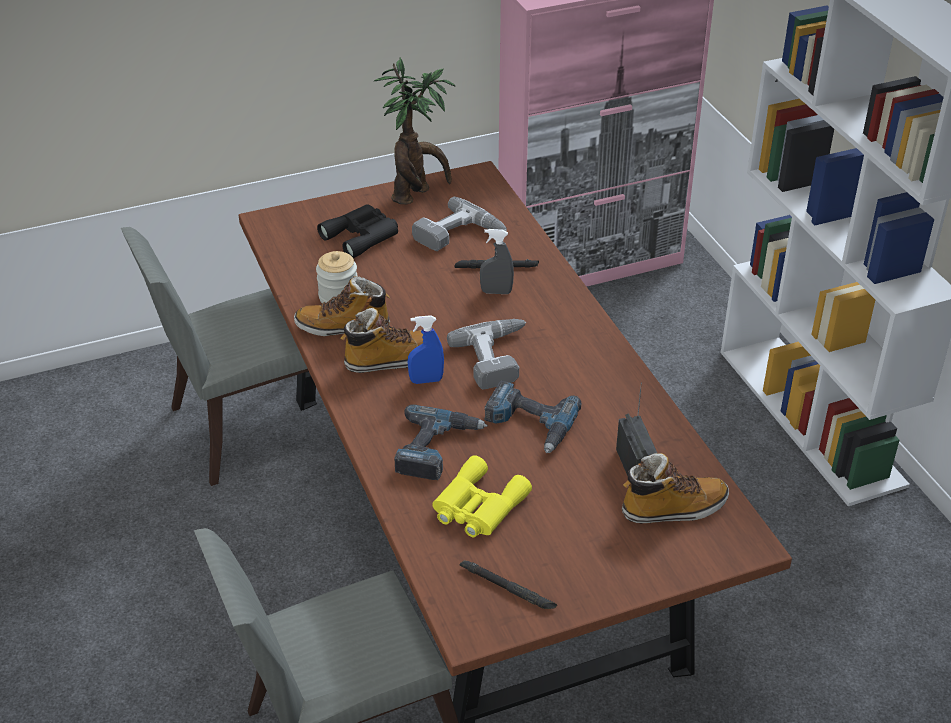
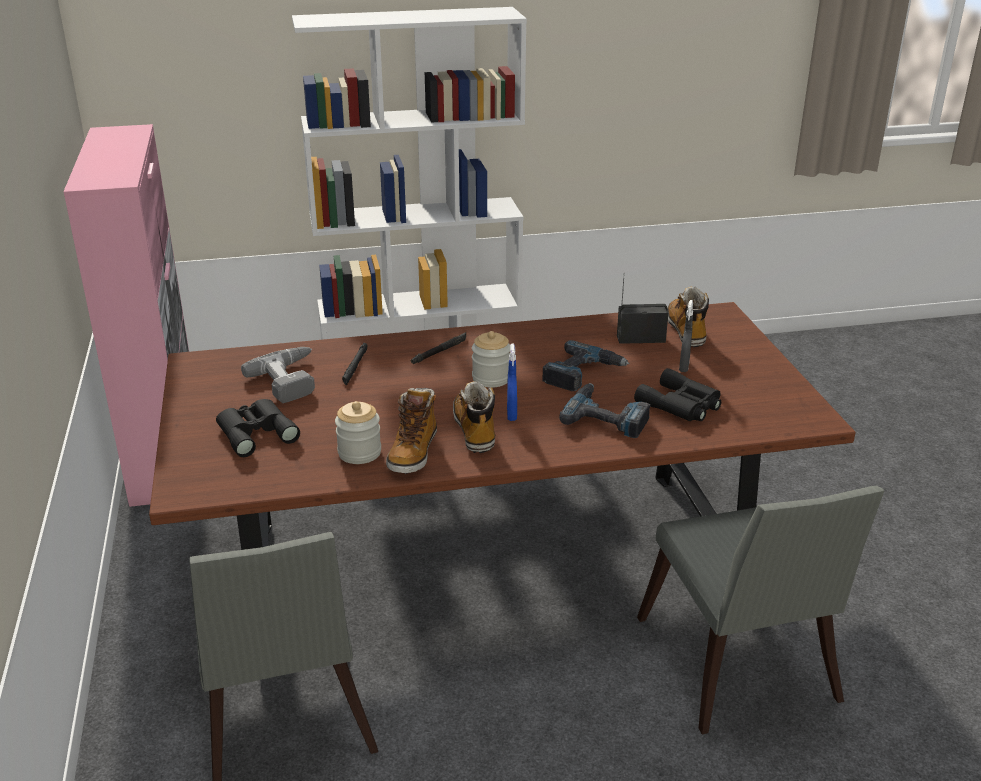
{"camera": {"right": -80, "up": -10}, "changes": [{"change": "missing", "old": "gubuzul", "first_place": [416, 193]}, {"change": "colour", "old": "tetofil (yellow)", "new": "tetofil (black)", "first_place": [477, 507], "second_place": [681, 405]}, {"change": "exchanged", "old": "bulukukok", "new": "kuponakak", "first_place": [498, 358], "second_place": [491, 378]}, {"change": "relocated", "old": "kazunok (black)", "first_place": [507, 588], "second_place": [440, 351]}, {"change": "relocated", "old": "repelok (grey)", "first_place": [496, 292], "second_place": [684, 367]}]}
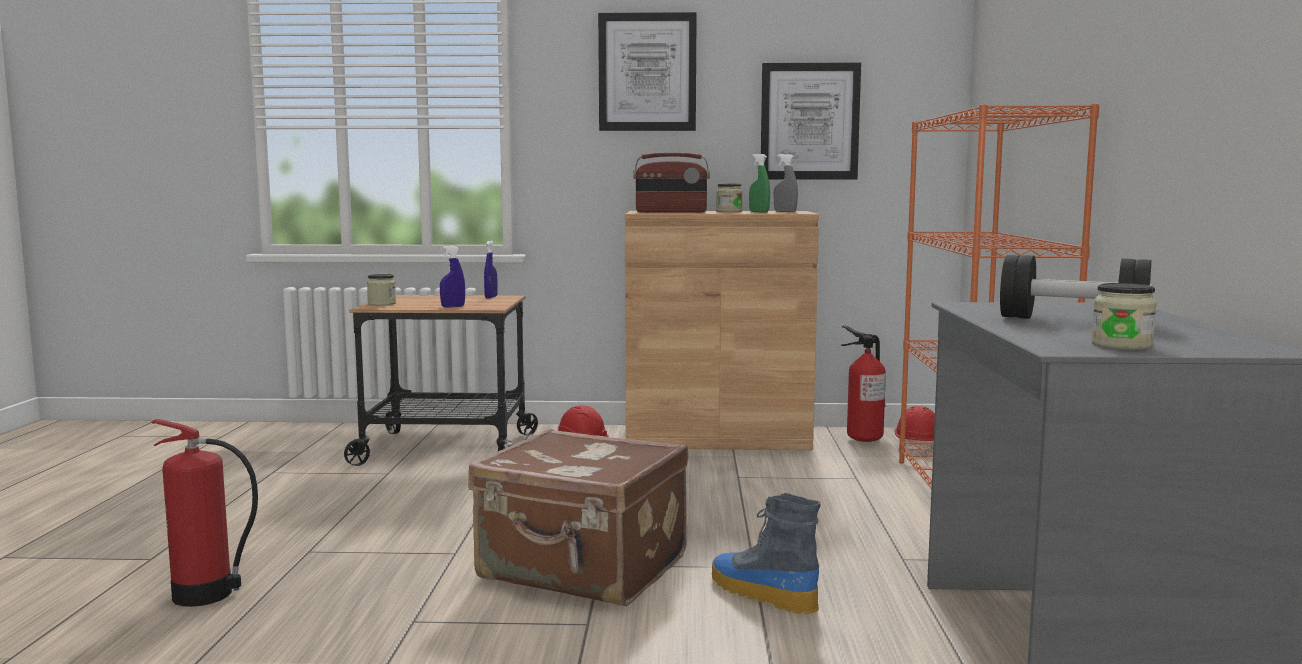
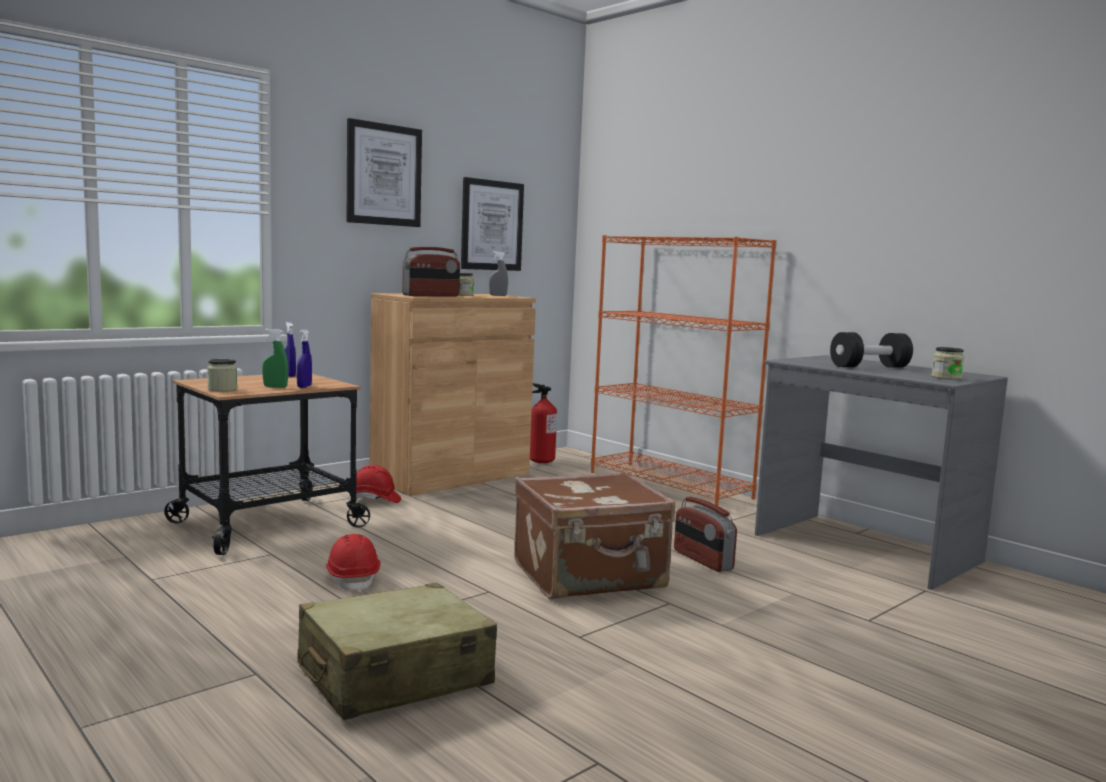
{"camera": {"right": -45, "up": 0}, "changes": [{"change": "exchanged", "old": "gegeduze", "new": "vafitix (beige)", "first_place": [207, 595], "second_place": [394, 676]}, {"change": "exchanged", "old": "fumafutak", "new": "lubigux", "first_place": [761, 593], "second_place": [702, 560]}, {"change": "relocated", "old": "repelok (green)", "first_place": [759, 212], "second_place": [275, 387]}, {"change": "relocated", "old": "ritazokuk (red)", "first_place": [918, 445], "second_place": [353, 579]}]}
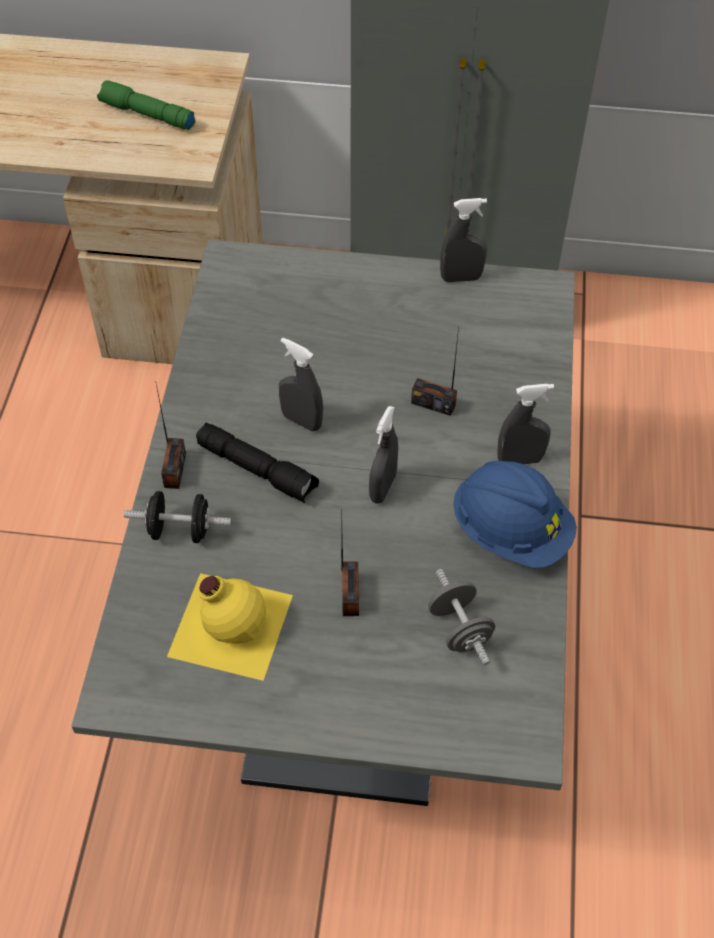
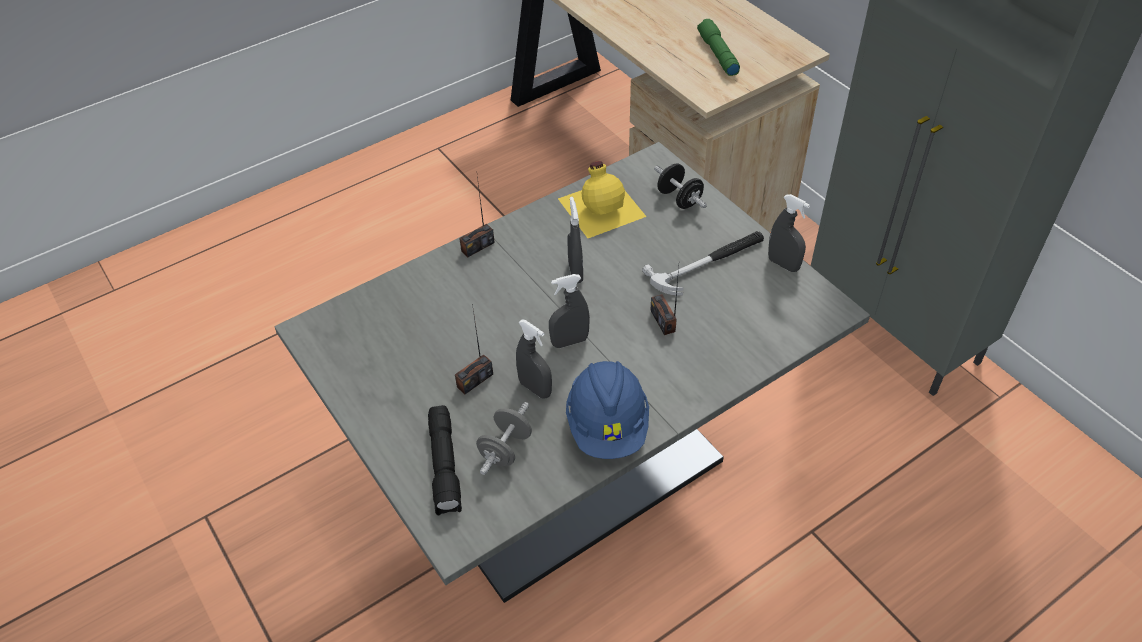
{"camera": {"right": 50, "up": -5}, "changes": [{"change": "relocated", "old": "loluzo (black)", "first_place": [180, 530], "second_place": [679, 199]}, {"change": "relocated", "old": "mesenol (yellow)", "first_place": [229, 623], "second_place": [602, 206]}, {"change": "relocated", "old": "kazunok (black)", "first_place": [258, 469], "second_place": [446, 466]}, {"change": "relocated", "old": "repelok (grey)", "first_place": [520, 460], "second_place": [535, 388]}, {"change": "appeared", "new": "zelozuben", "second_place": [708, 263]}]}
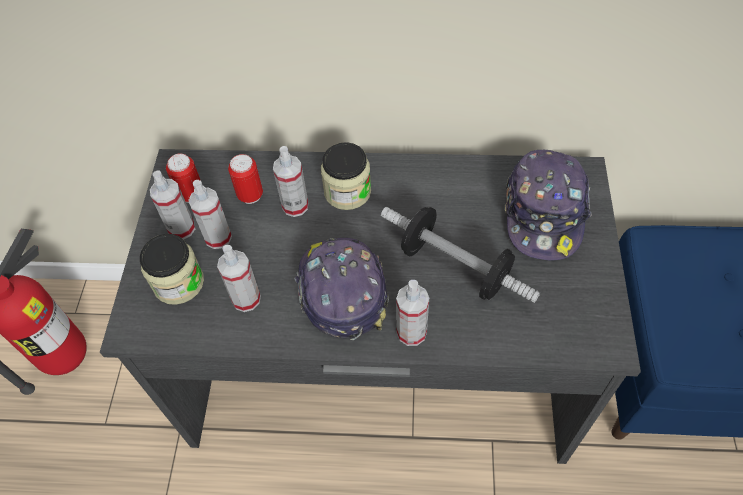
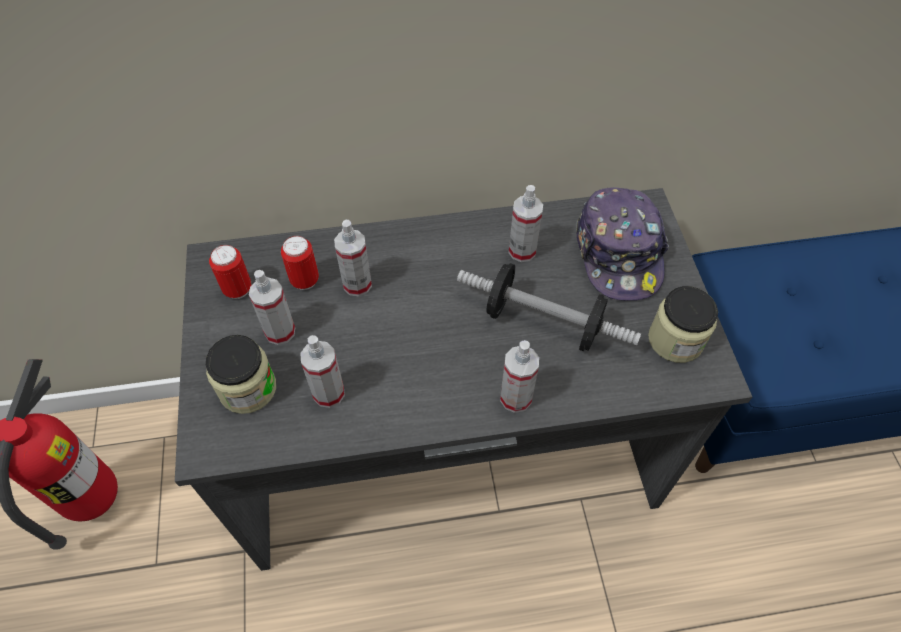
{"camera": {"right": -15, "up": 0}, "changes": [{"change": "relocated", "old": "repelok", "first_place": [182, 228], "second_place": [522, 251]}, {"change": "missing", "old": "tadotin", "first_place": [341, 290]}, {"change": "relocated", "old": "kuponakak", "first_place": [347, 192], "second_place": [675, 340]}]}
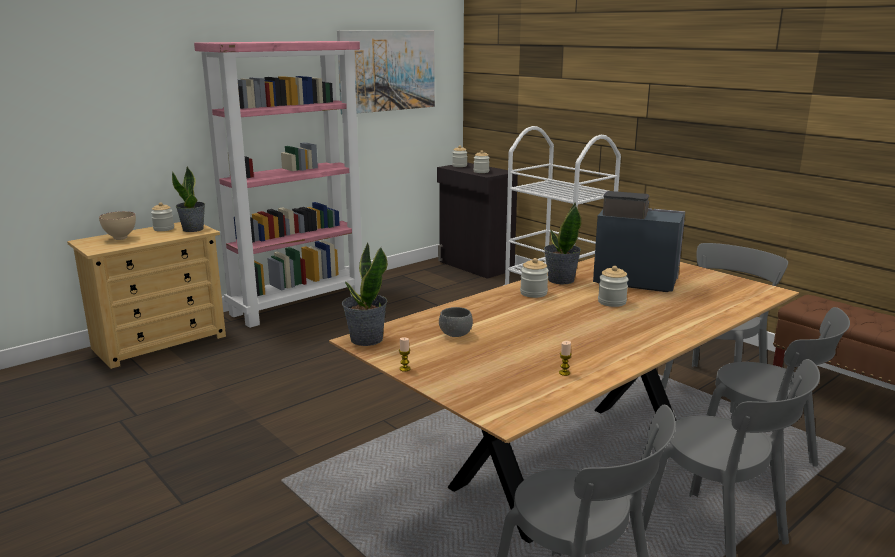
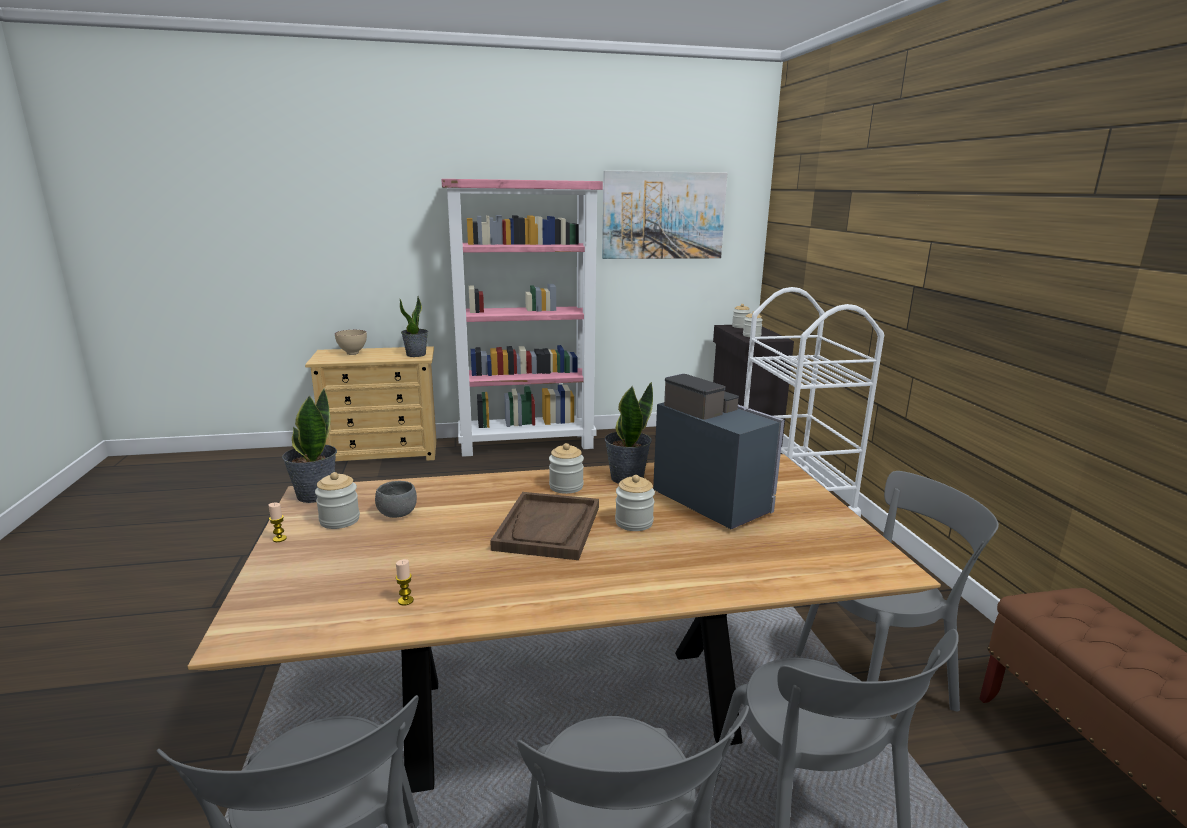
{"camera": {"right": 30, "up": 0}, "changes": [{"change": "relocated", "old": "kuponakak", "first_place": [164, 229], "second_place": [339, 520]}, {"change": "appeared", "new": "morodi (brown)", "second_place": [548, 528]}]}
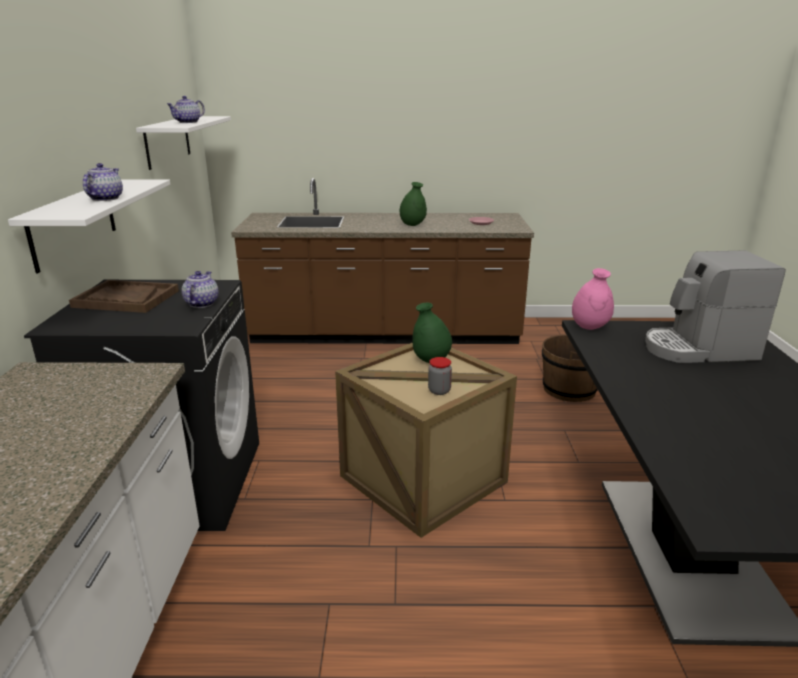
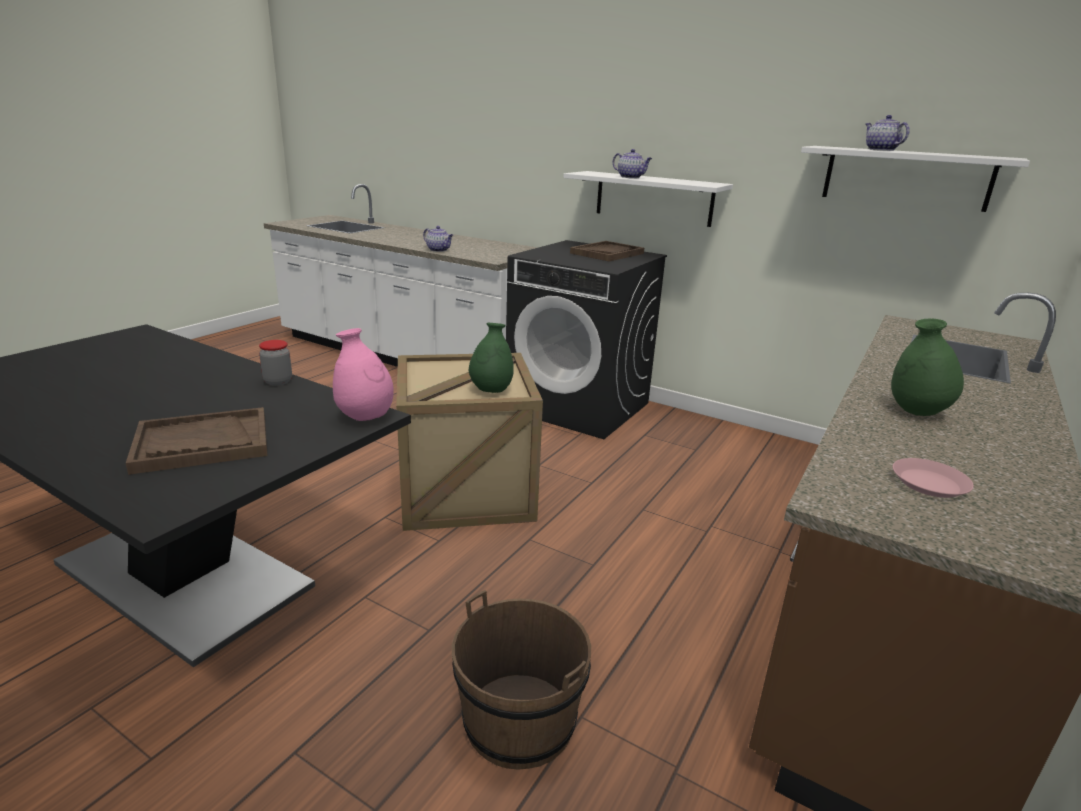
{"camera": {"right": 120, "up": 0}, "changes": [{"change": "relocated", "old": "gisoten", "first_place": [201, 303], "second_place": [439, 250]}, {"change": "relocated", "old": "kuponakak", "first_place": [439, 391], "second_place": [278, 381]}, {"change": "exchanged", "old": "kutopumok", "new": "morodi (brown)", "first_place": [699, 349], "second_place": [202, 443]}]}
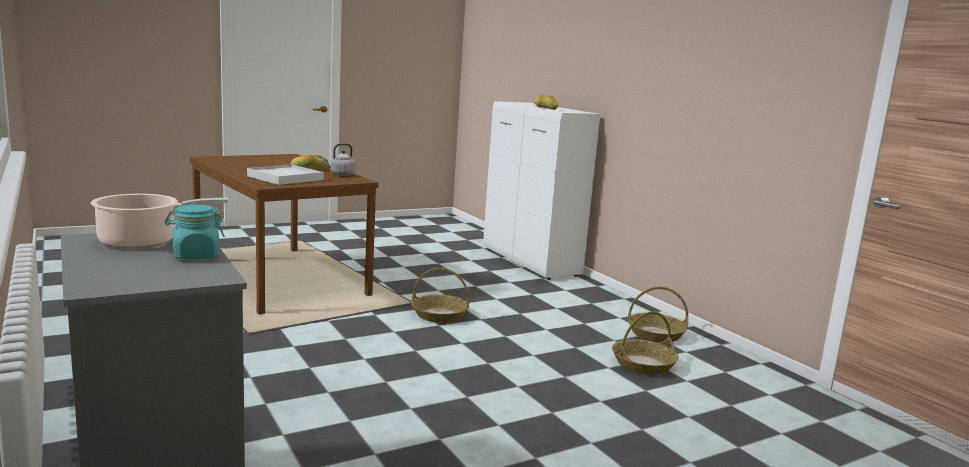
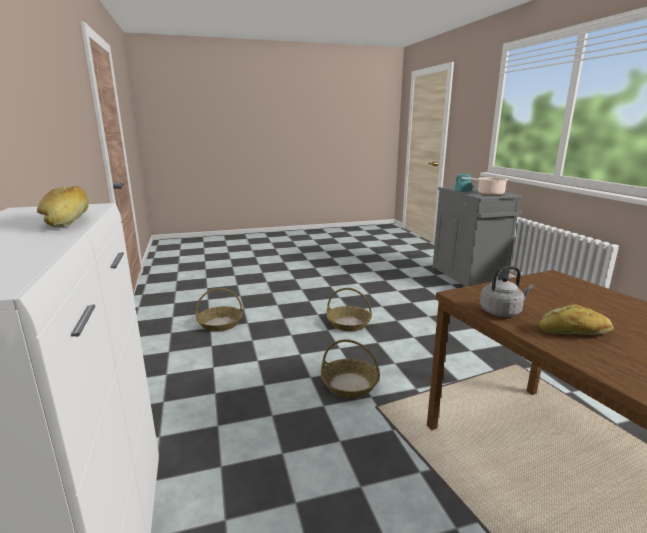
{"camera": {"right": -165, "up": 5}, "changes": [{"change": "missing", "old": "morodi (white)", "first_place": [285, 178]}, {"change": "relocated", "old": "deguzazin", "first_place": [655, 334], "second_place": [349, 323]}]}
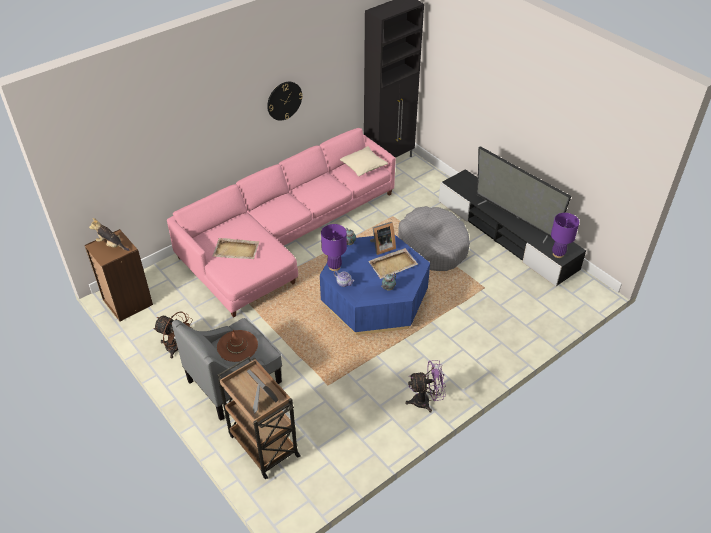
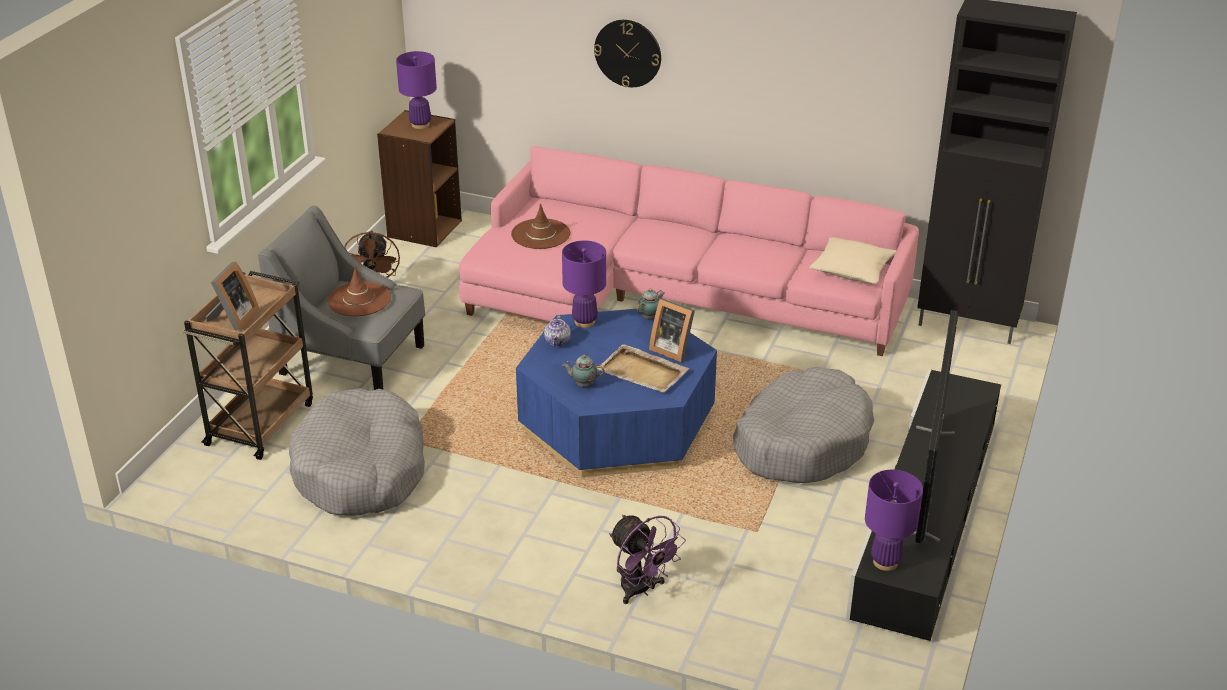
{"camera": {"right": 60, "up": -10}, "changes": [{"change": "exchanged", "old": "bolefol", "new": "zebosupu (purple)", "first_place": [111, 245], "second_place": [420, 125]}, {"change": "exchanged", "old": "morodi (beige)", "new": "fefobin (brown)", "first_place": [236, 250], "second_place": [540, 234]}, {"change": "relocated", "old": "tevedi", "first_place": [284, 100], "second_place": [628, 53]}, {"change": "relocated", "old": "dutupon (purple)", "first_place": [425, 401], "second_place": [641, 590]}, {"change": "appeared", "new": "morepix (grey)", "second_place": [361, 470]}]}
